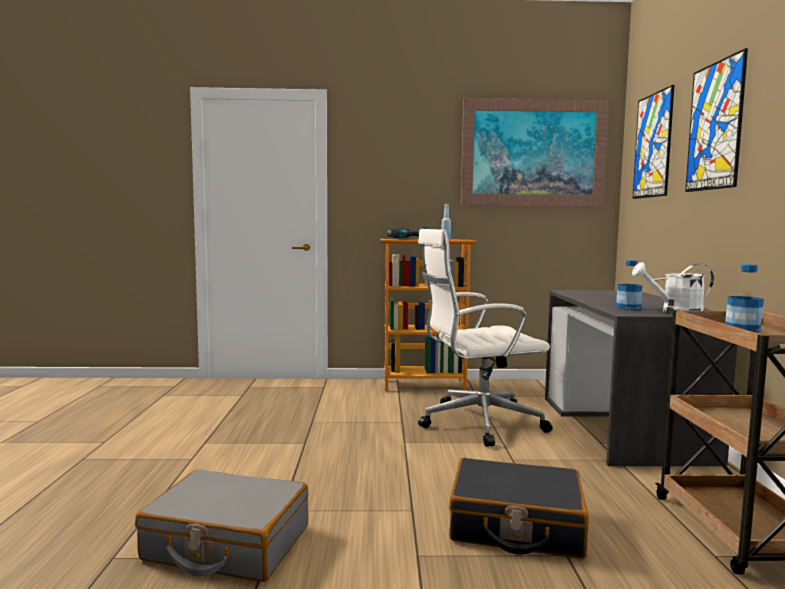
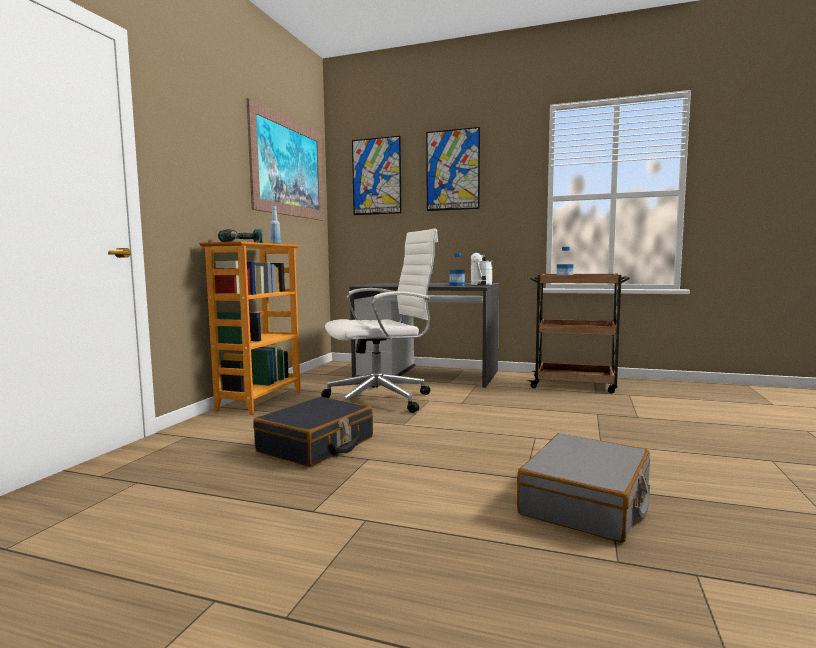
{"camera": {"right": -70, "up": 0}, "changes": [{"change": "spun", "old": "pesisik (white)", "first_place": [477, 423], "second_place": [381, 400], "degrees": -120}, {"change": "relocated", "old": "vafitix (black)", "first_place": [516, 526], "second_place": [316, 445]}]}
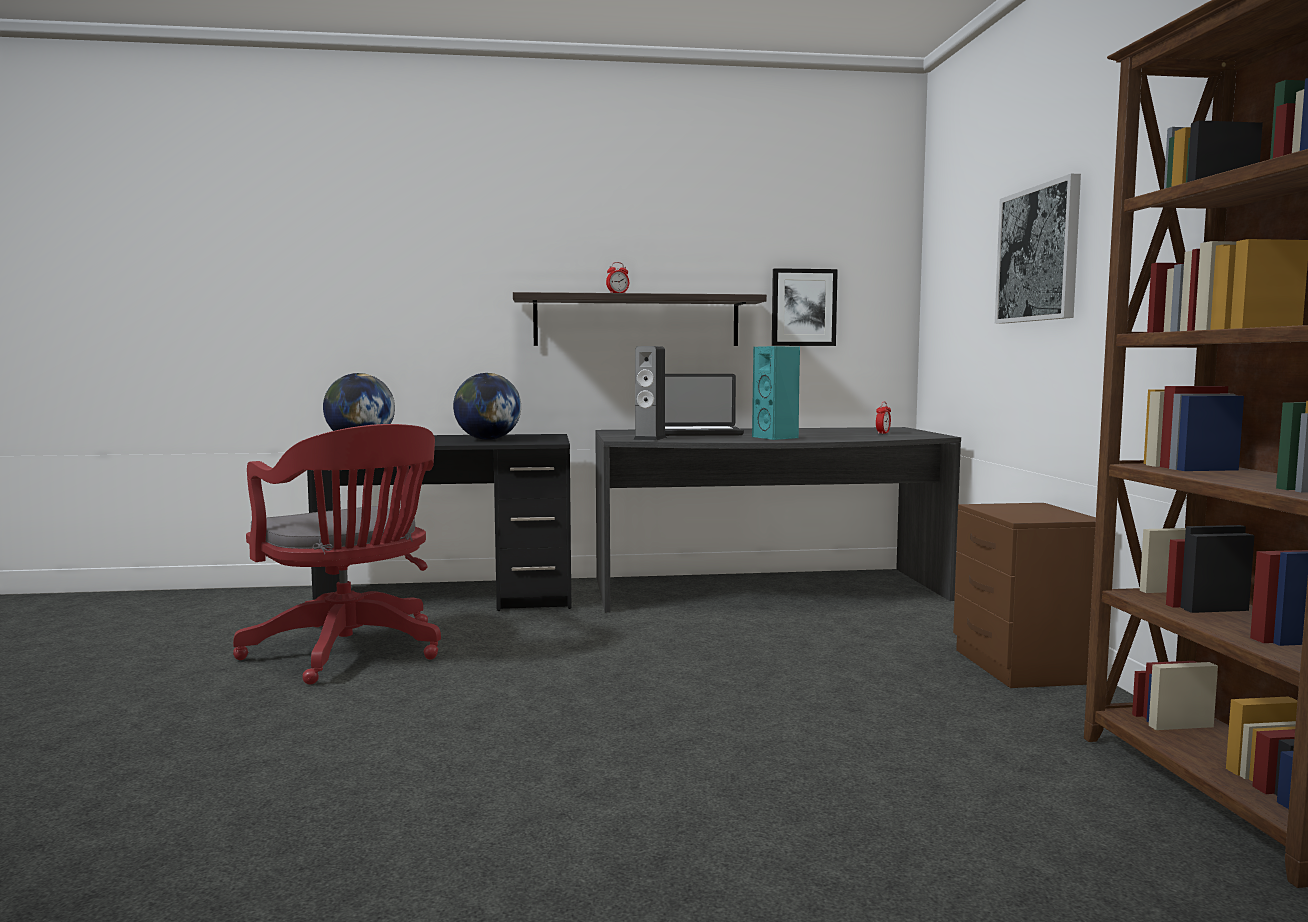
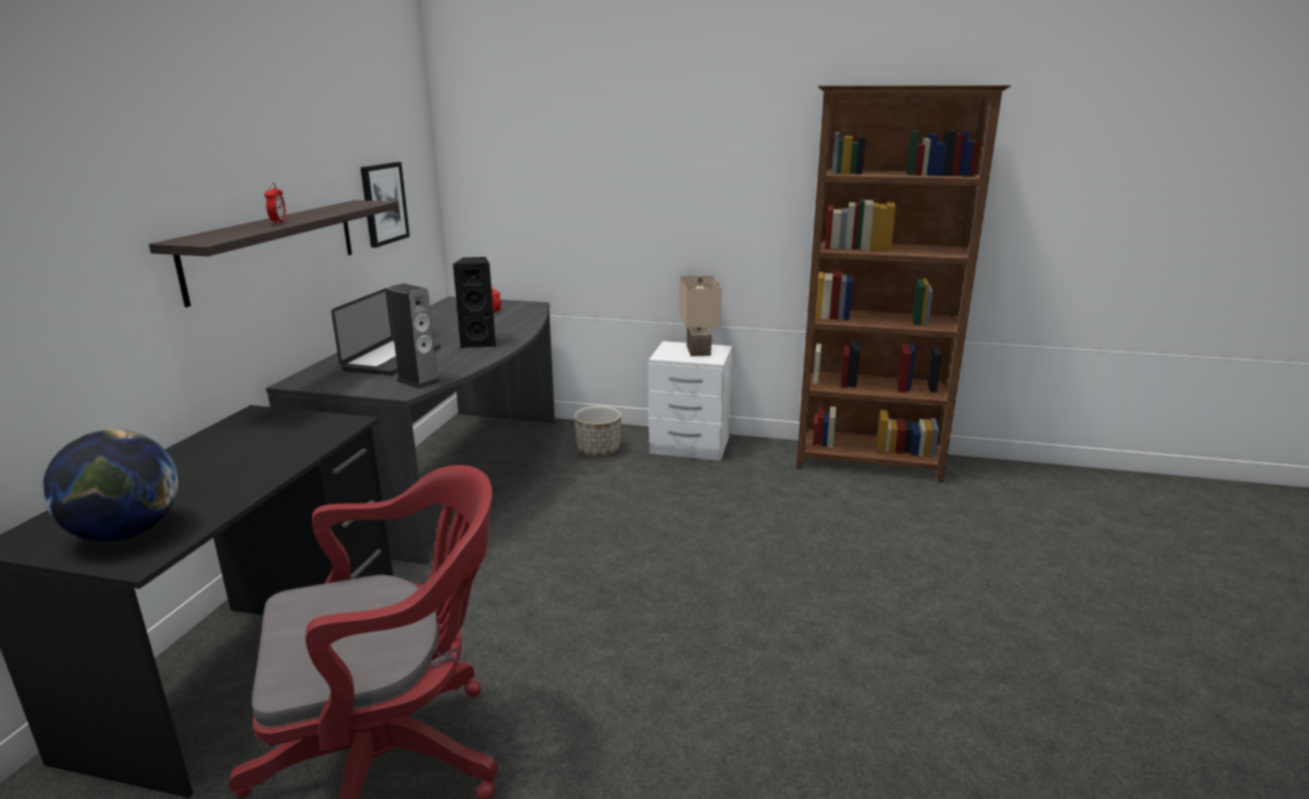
{"camera": {"right": -70, "up": 15}, "changes": [{"change": "missing", "old": "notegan", "first_place": [487, 439]}, {"change": "colour", "old": "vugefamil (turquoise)", "new": "vugefamil (black)", "first_place": [776, 437], "second_place": [480, 343]}, {"change": "colour", "old": "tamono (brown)", "new": "tamono (white)", "first_place": [1022, 667], "second_place": [691, 446]}, {"change": "missing", "old": "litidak", "first_place": [1038, 254]}, {"change": "appeared", "new": "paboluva", "second_place": [598, 450]}, {"change": "appeared", "new": "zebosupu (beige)", "second_place": [700, 351]}]}
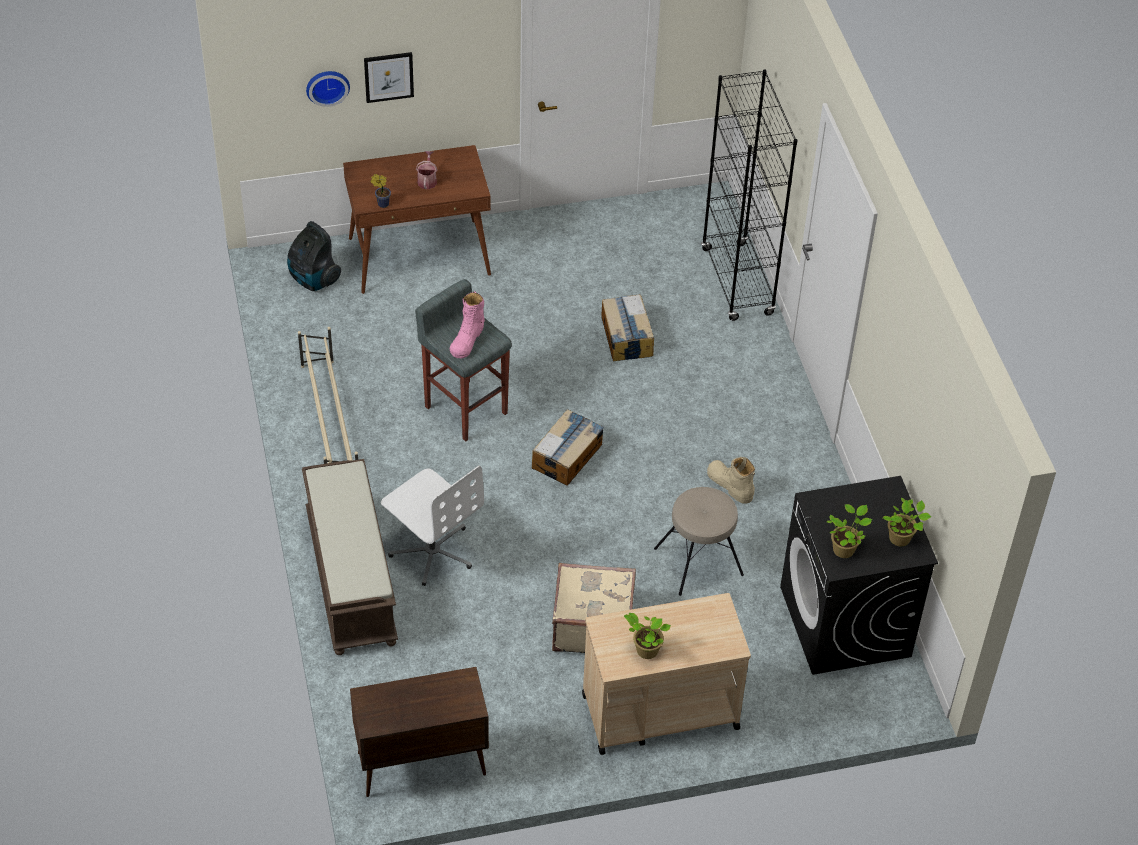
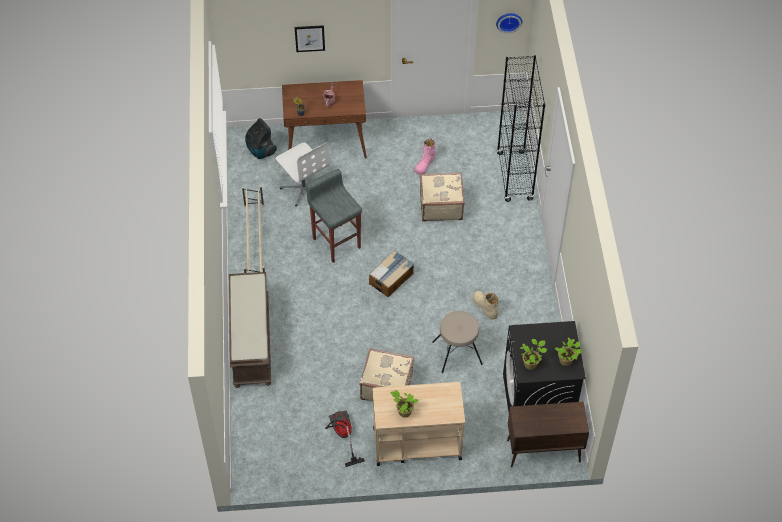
{"camera": {"right": 10, "up": 5}, "changes": [{"change": "relocated", "old": "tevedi", "first_place": [327, 86], "second_place": [508, 21]}, {"change": "relocated", "old": "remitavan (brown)", "first_place": [420, 764], "second_place": [542, 451]}, {"change": "relocated", "old": "pesisik (white)", "first_place": [432, 551], "second_place": [304, 188]}, {"change": "relocated", "old": "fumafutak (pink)", "first_place": [467, 339], "second_place": [425, 164]}, {"change": "exchanged", "old": "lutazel", "new": "vafitix (beige)", "first_place": [626, 337], "second_place": [440, 206]}, {"change": "appeared", "new": "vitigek", "second_place": [342, 436]}]}
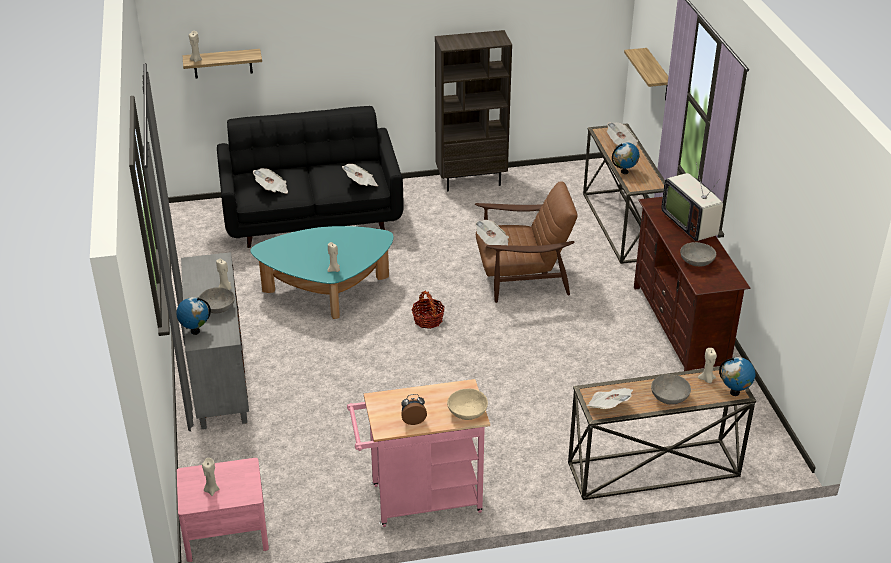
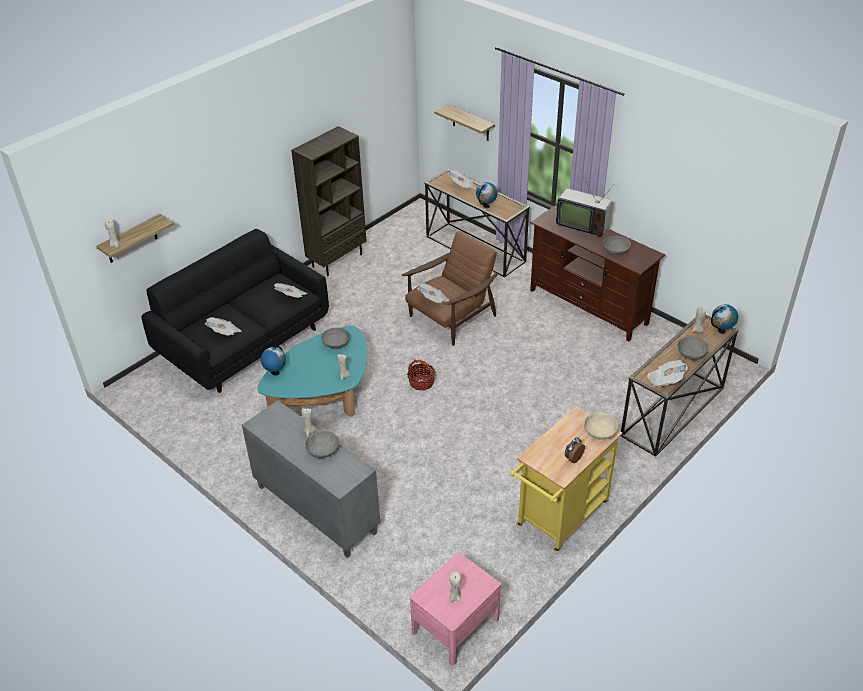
{"camera": {"right": -35, "up": 5}, "changes": [{"change": "relocated", "old": "notegan", "first_place": [195, 331], "second_place": [275, 373]}, {"change": "colour", "old": "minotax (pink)", "new": "minotax (yellow)", "first_place": [419, 500], "second_place": [559, 518]}, {"change": "appeared", "new": "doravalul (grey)", "second_place": [336, 343]}]}
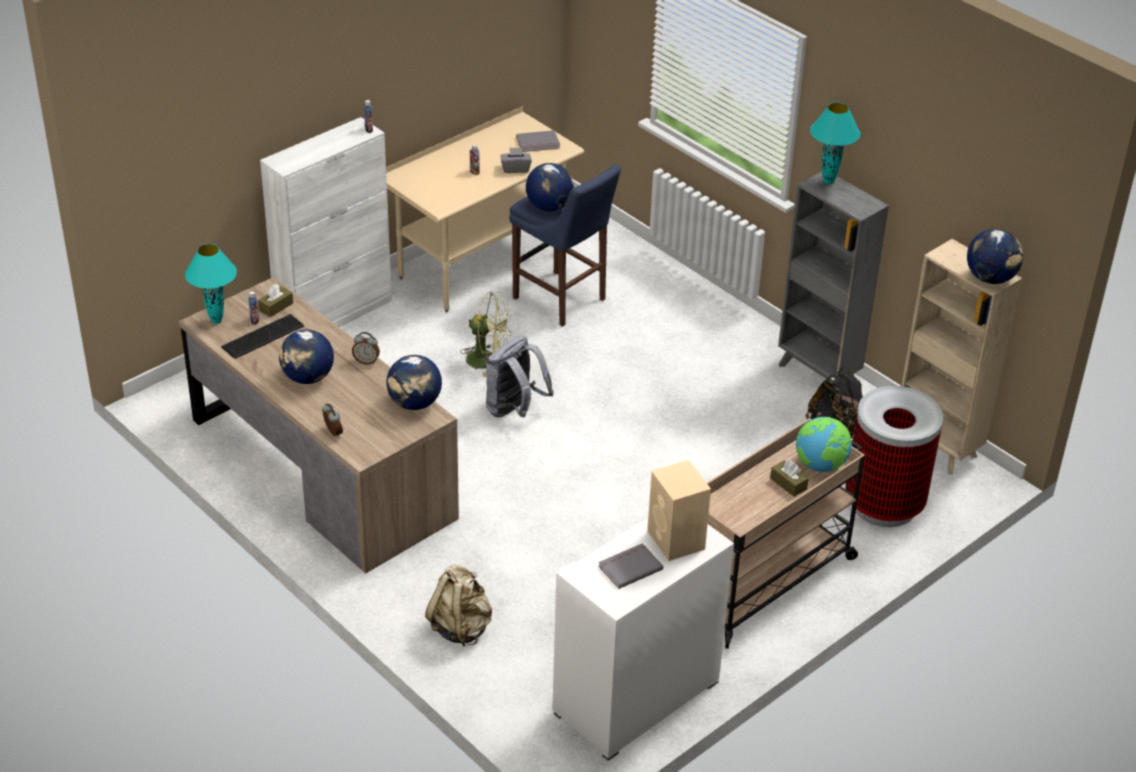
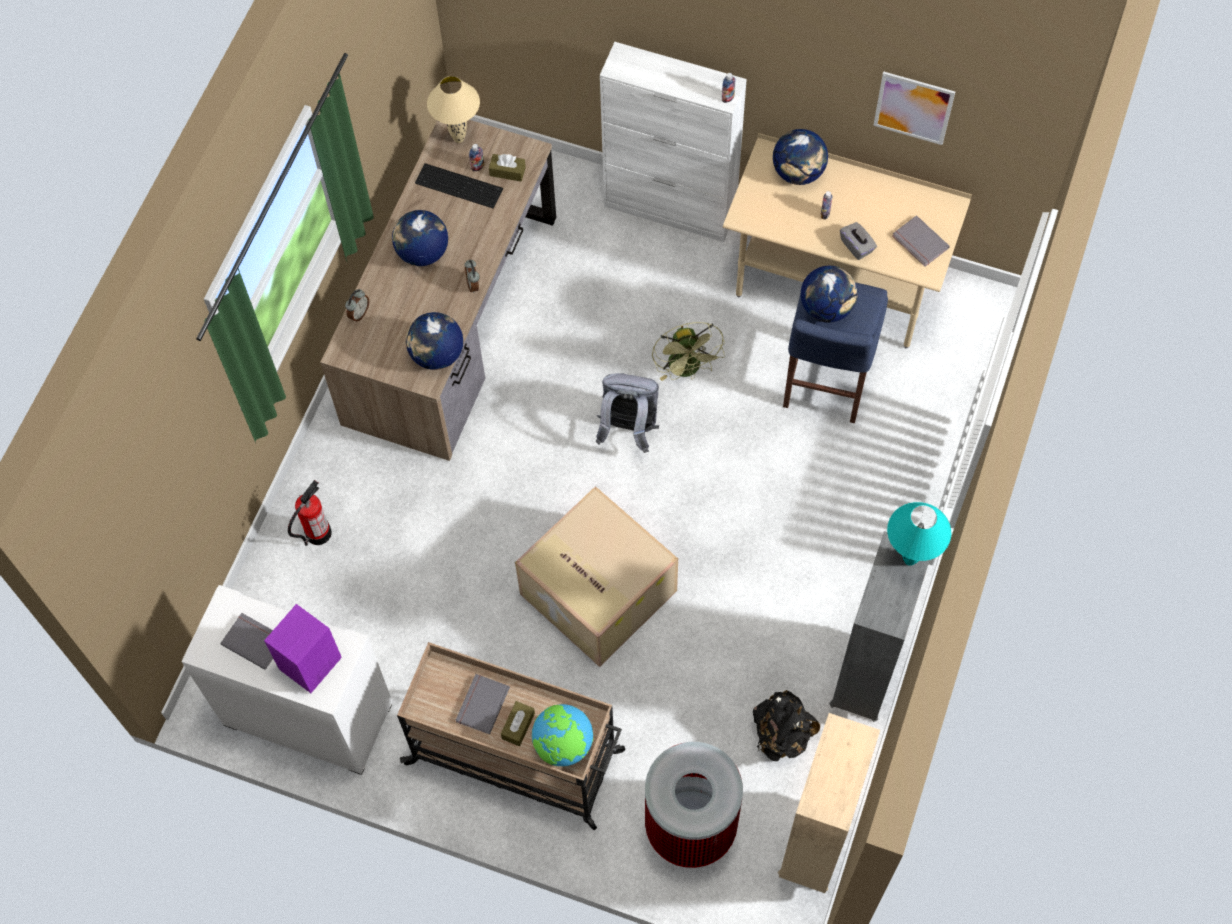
{"camera": {"right": 65, "up": 25}, "changes": [{"change": "colour", "old": "zebosupu (turquoise)", "new": "zebosupu (beige)", "first_place": [217, 321], "second_place": [458, 139]}, {"change": "exchanged", "old": "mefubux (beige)", "new": "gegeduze", "first_place": [461, 627], "second_place": [318, 533]}, {"change": "colour", "old": "vugefamil (beige)", "new": "vugefamil (purple)", "first_place": [676, 541], "second_place": [309, 664]}, {"change": "relocated", "old": "notegan", "first_place": [990, 278], "second_place": [798, 172]}, {"change": "appeared", "new": "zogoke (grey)", "second_place": [481, 704]}, {"change": "appeared", "new": "lutazel", "second_place": [595, 592]}, {"change": "appeared", "new": "litidak", "second_place": [913, 108]}]}
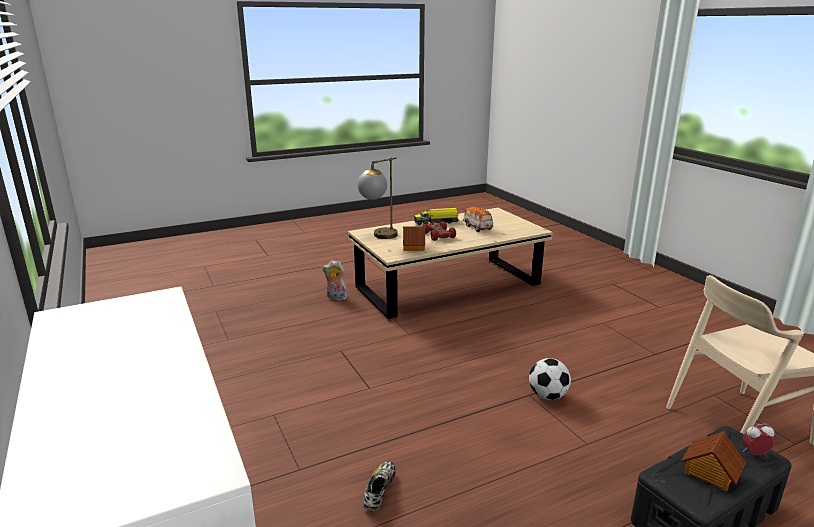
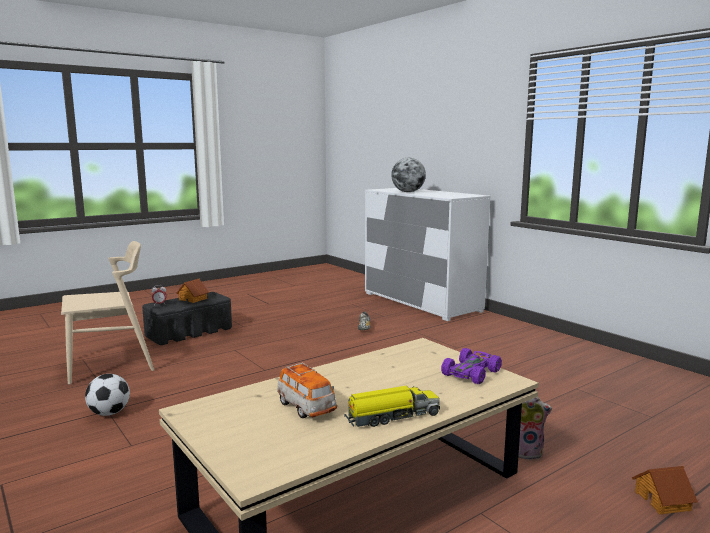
{"camera": {"right": 170, "up": -10}, "changes": [{"change": "exchanged", "old": "zebosupu", "new": "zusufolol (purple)", "first_place": [378, 237], "second_place": [471, 373]}, {"change": "relocated", "old": "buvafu", "first_place": [413, 247], "second_place": [663, 501]}, {"change": "missing", "old": "zusufolol (red)", "first_place": [438, 235]}, {"change": "relocated", "old": "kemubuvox", "first_place": [547, 396], "second_place": [109, 413]}, {"change": "appeared", "new": "notegan", "second_place": [408, 192]}]}
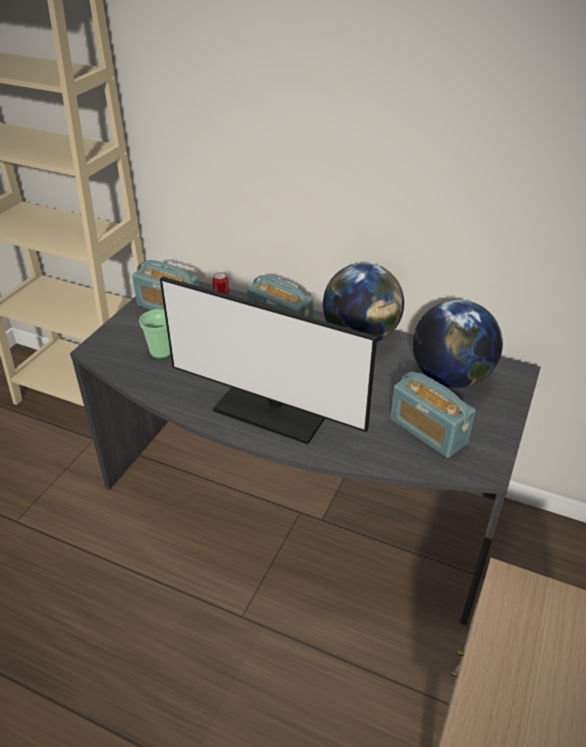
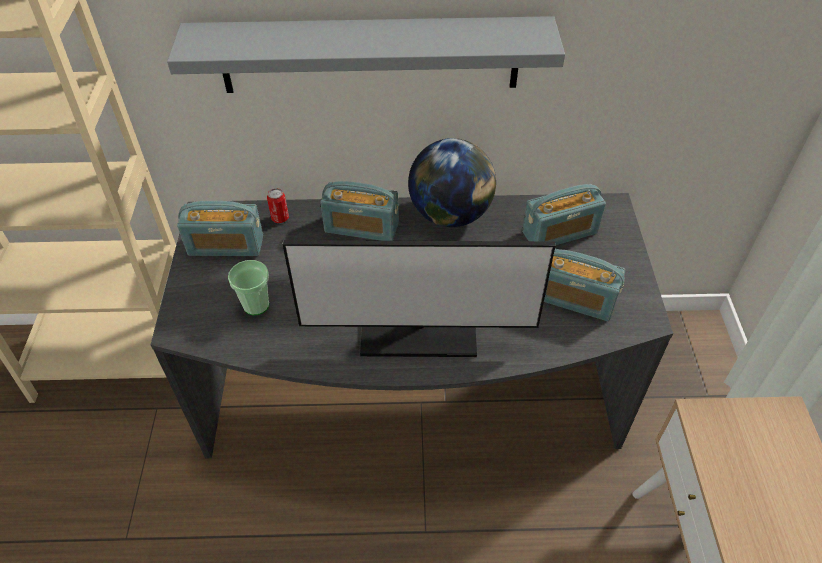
{"camera": {"right": -25, "up": 10}, "changes": [{"change": "exchanged", "old": "notegan", "new": "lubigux", "first_place": [450, 377], "second_place": [560, 233]}, {"change": "appeared", "new": "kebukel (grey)", "second_place": [369, 55]}]}
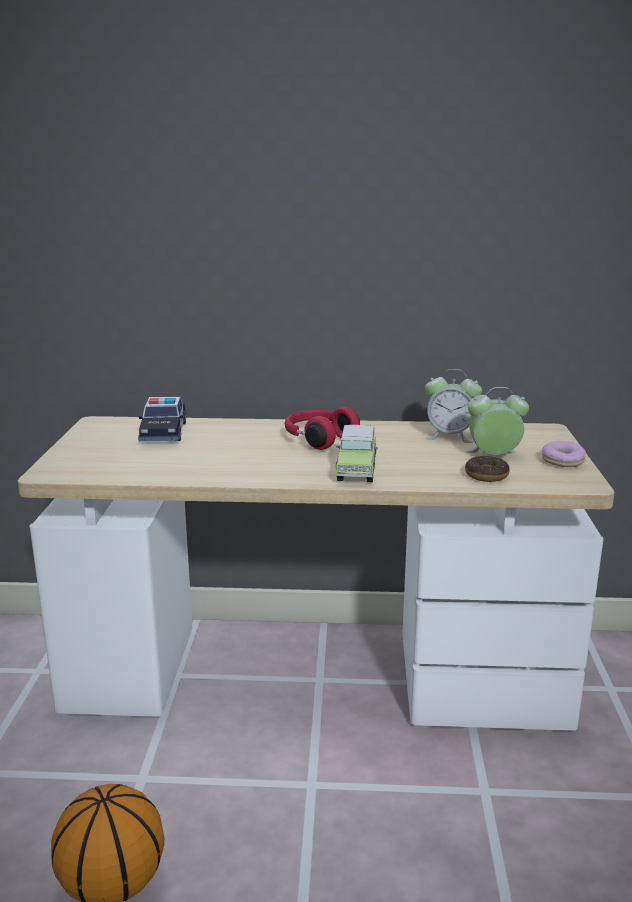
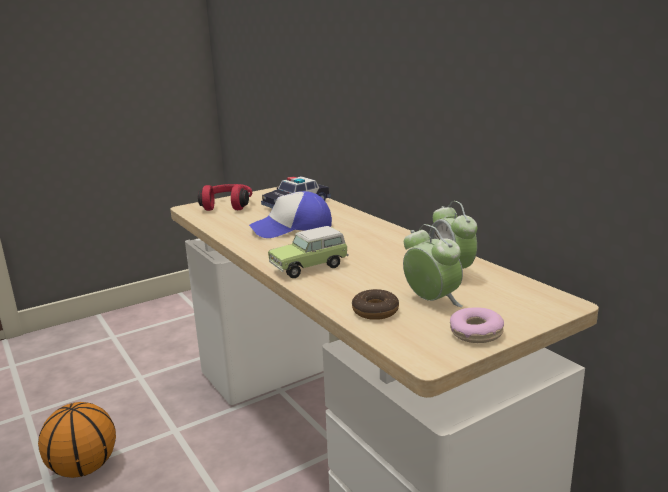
{"camera": {"right": 55, "up": 0}, "changes": [{"change": "relocated", "old": "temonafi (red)", "first_place": [318, 439], "second_place": [228, 205]}, {"change": "appeared", "new": "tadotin", "second_place": [292, 228]}]}
